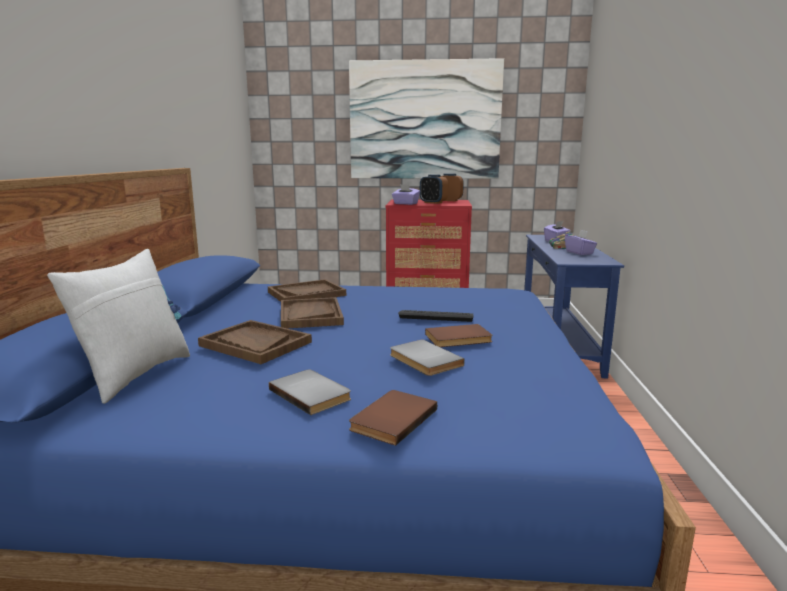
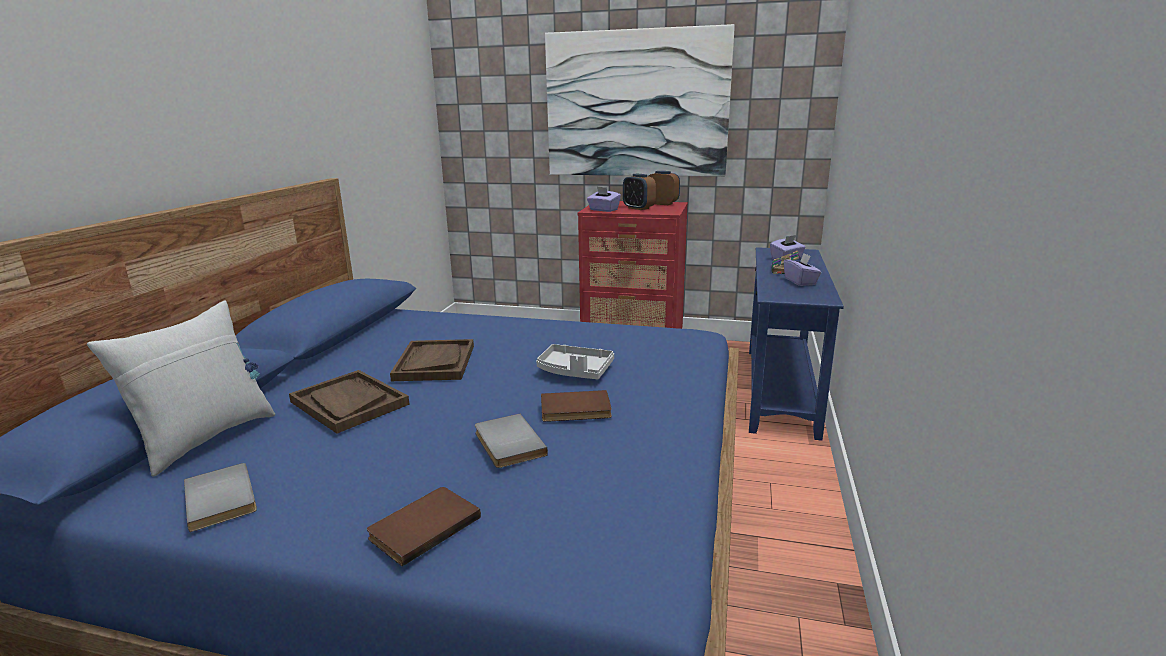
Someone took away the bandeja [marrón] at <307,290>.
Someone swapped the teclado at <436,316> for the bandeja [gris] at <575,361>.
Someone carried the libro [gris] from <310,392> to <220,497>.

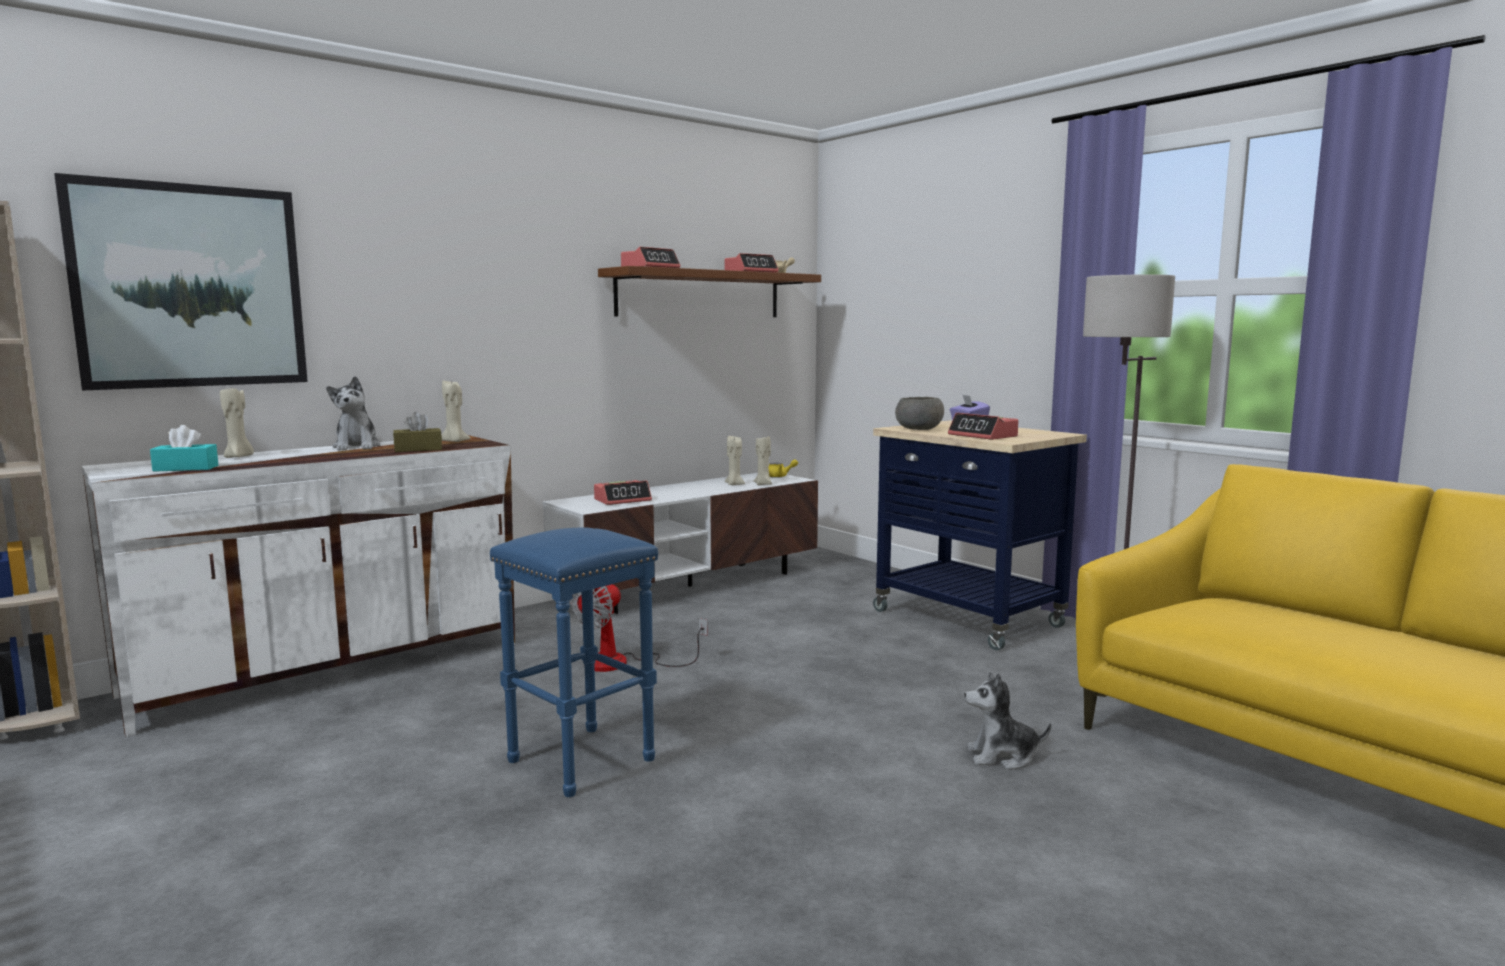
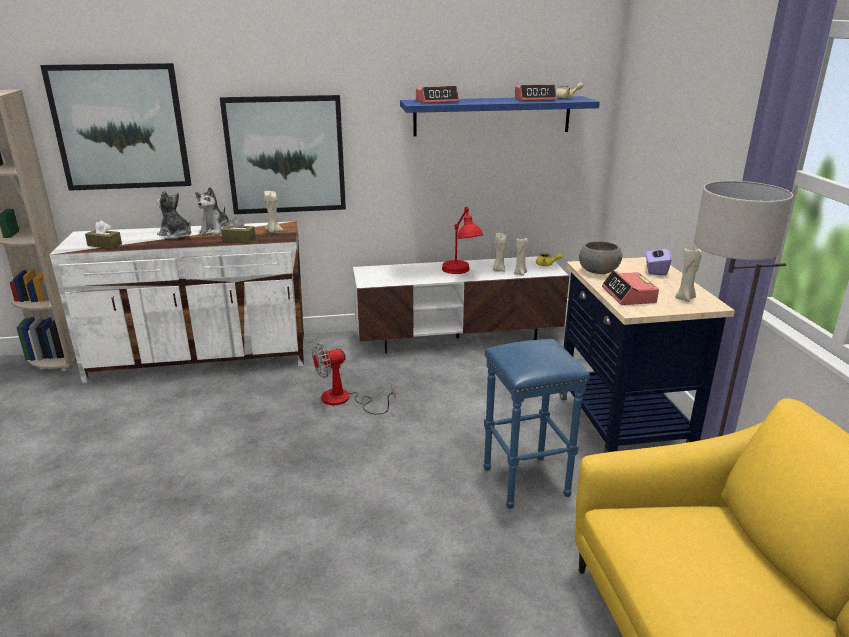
Someone repainted the estante [marrón] at <709,291>, which became the estante [azul] at <500,116>.
Someone carried the vela [beis] from <237,422> to <688,275>.
Someone repainted the caja de pañuelos [turquesa] at <184,448>, which became the caja de pañuelos [marrón] at <103,234>.
Someone took away the despertador at <623,492>.
Someone carried the taburete [azul] from <574,662> to <537,424>.
Someone carried the peluche from <1007,721> to <174,214>.
Someone put up the cuadro at <283,154>.
Someone put down the lámpara de mesa [rojo] at <462,240>.

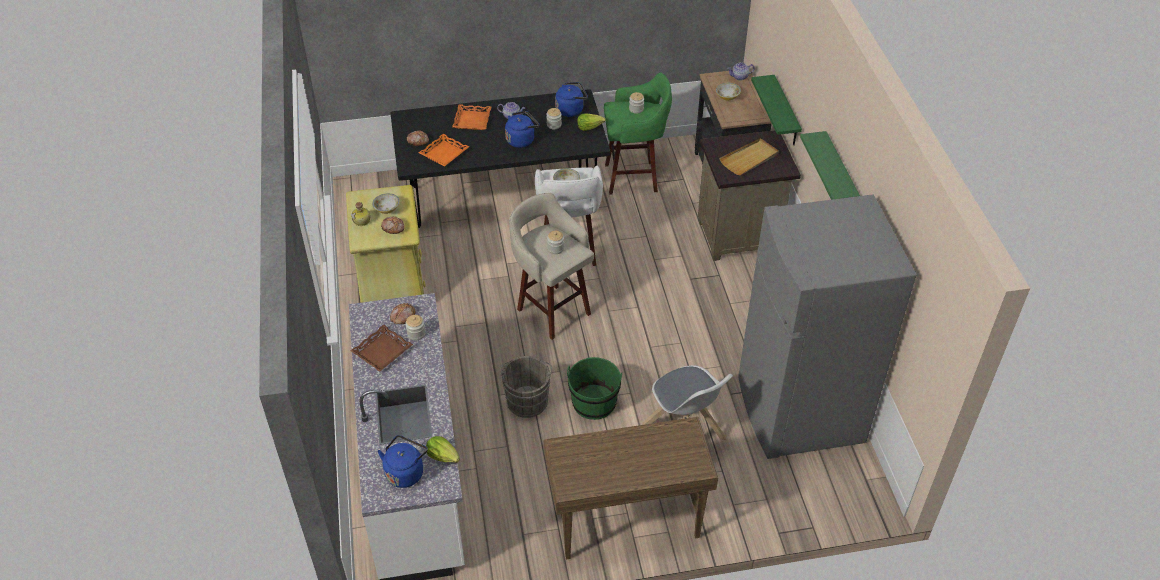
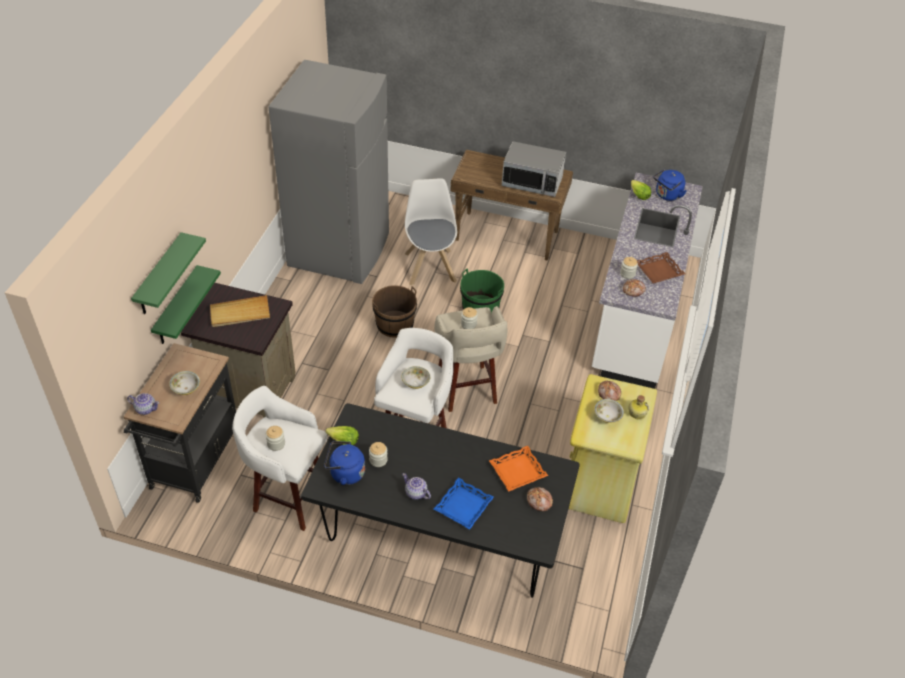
Someone repainted the taburete [verde] at <638,133>, which became the taburete [blanco] at <279,458>.
Someone repainted the bandeja [naranja] at <472,117>, which became the bandeja [azul] at <464,503>.
Someone took away the hervidor [azul] at <522,129>.
Someone carried the estante [verde] from <830,165> to <168,273>.
Someone took away the cubo [gris] at <526,387>.
Someone put down the microondas at <534,169>.
Someone put down the cubo [marrón] at <394,311>.

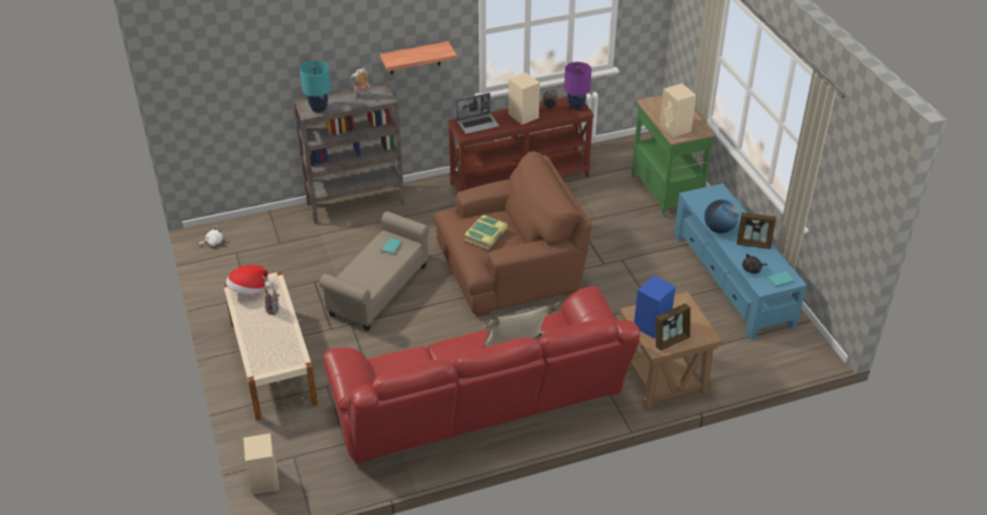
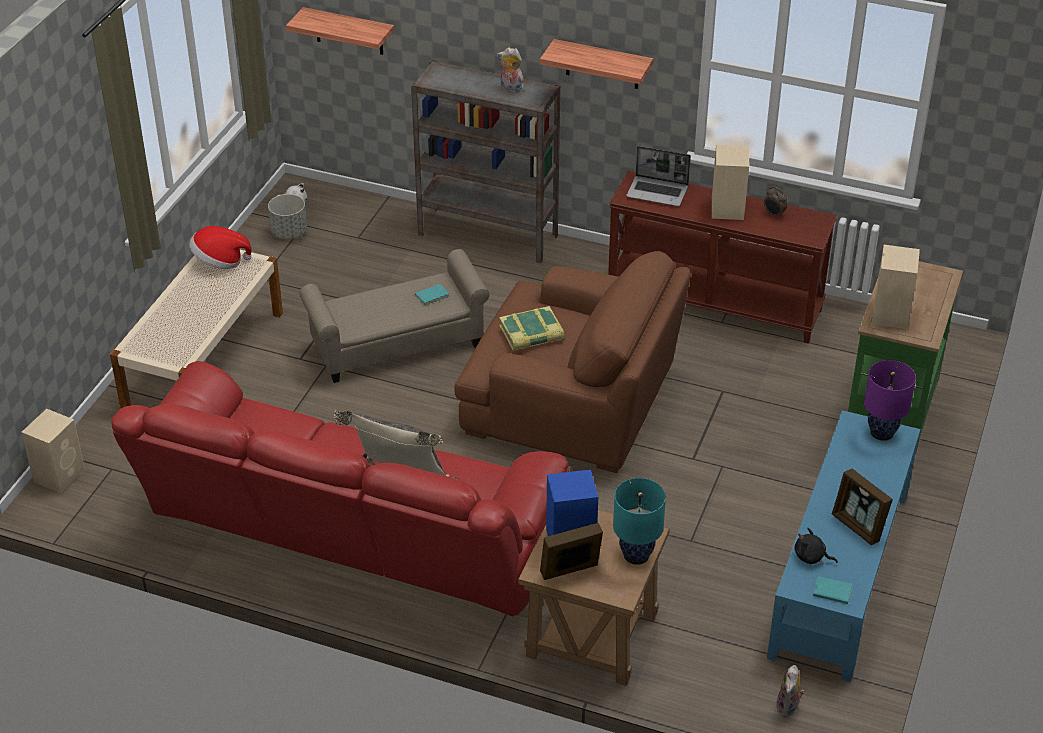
Someone carried the lámpara de mesa [turquesa] from <315,86> to <639,521>.
Someone carried the lámpara de mesa [morado] from <578,86> to <890,400>.
Someone took away the globo terráqueo at <721,216>.
Someone carried the peluche from <272,298> to <790,691>.
Someone rotated the portarretratos at <673,327> by 150 degrees clockwise.
Someone put up the estante at <340,31>.
Someone put down the maceta [gris] at <287,216>.

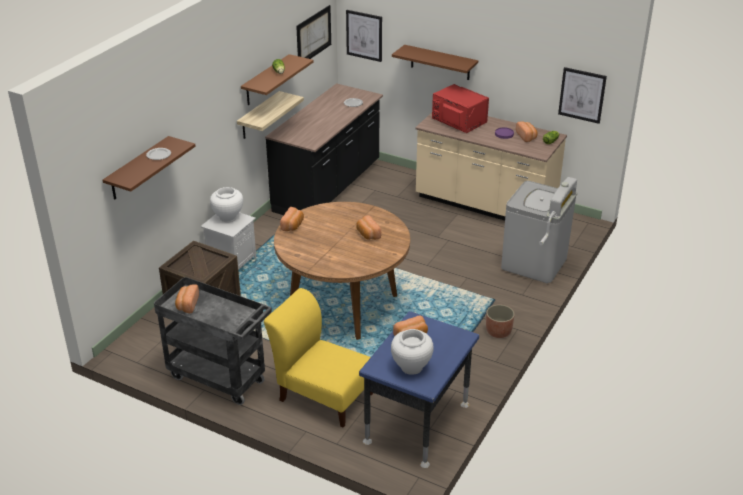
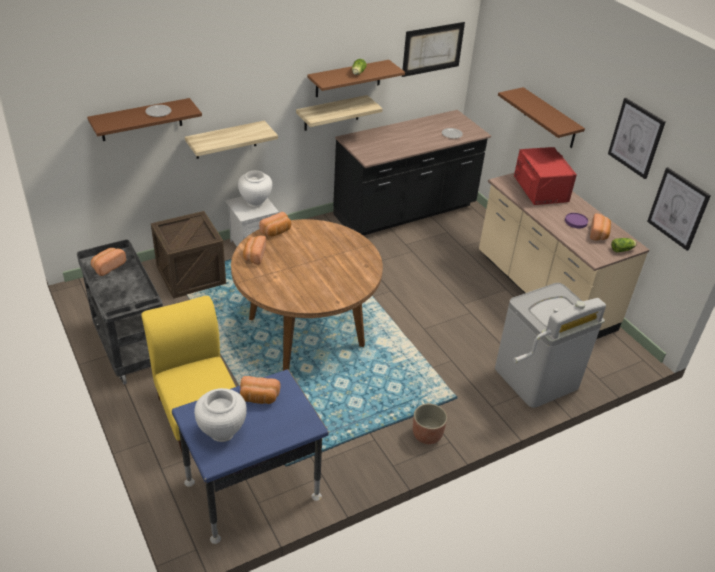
Someone carried the cuadro from <364,36> to <637,138>.
Someone carried the pan from <368,227> to <254,250>.
Someone put up the estante at <231,140>.

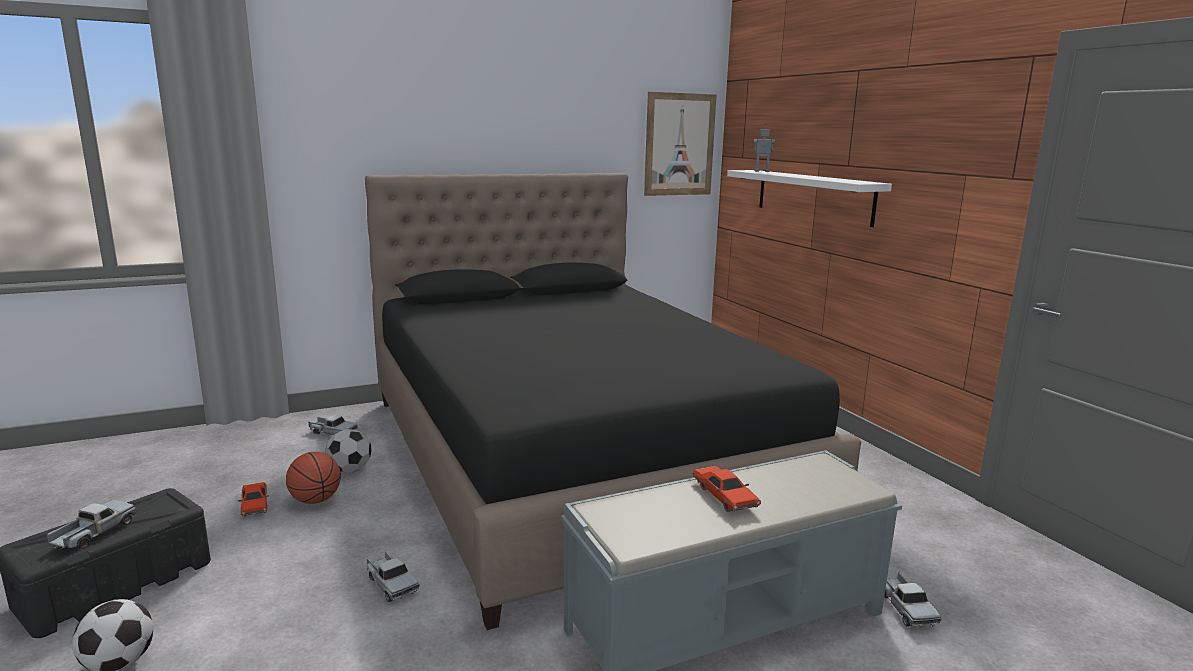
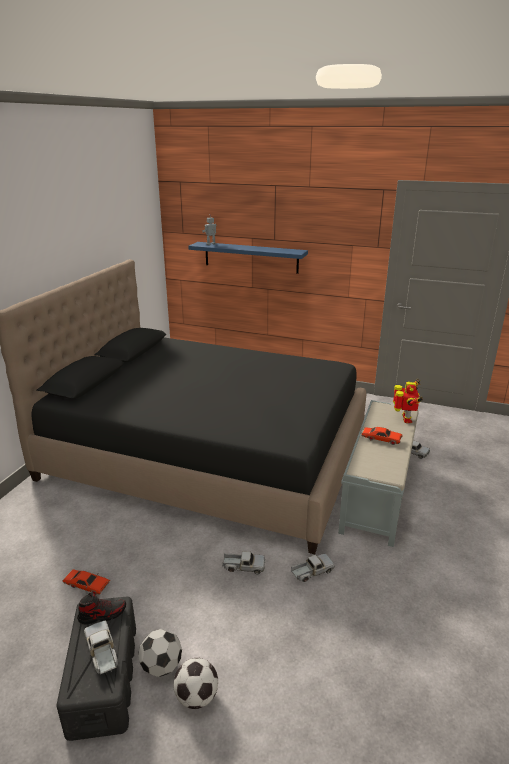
Someone took away the cuadro at <680,144>.
Someone repainted the estante [blanco] at <809,198>, which became the estante [azul] at <248,258>.
Someone carried the camión de juguete from <333,425> to <312,567>.
Someone carried the balón de fútbol from <349,450> to <160,653>.
Someone took away the balón de baloncesto at <313,478>.
Someone put down the robot de juguete at <408,401>.
Someone put down the zapato at <101,608>.

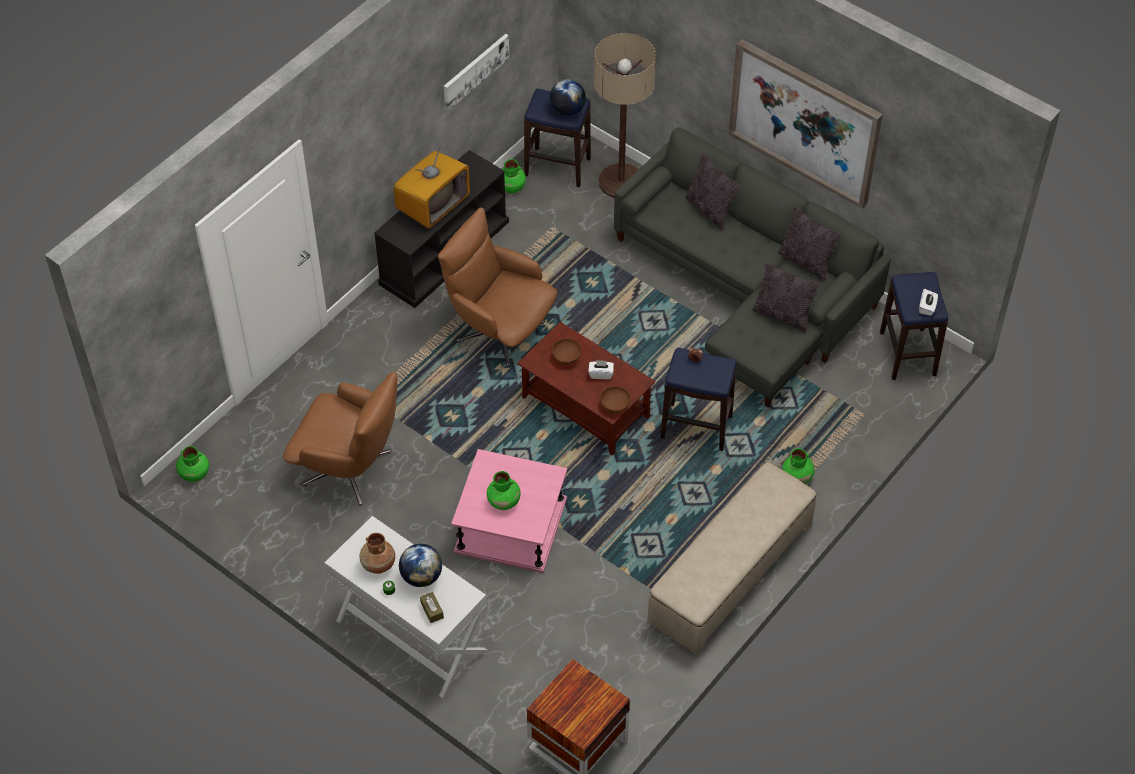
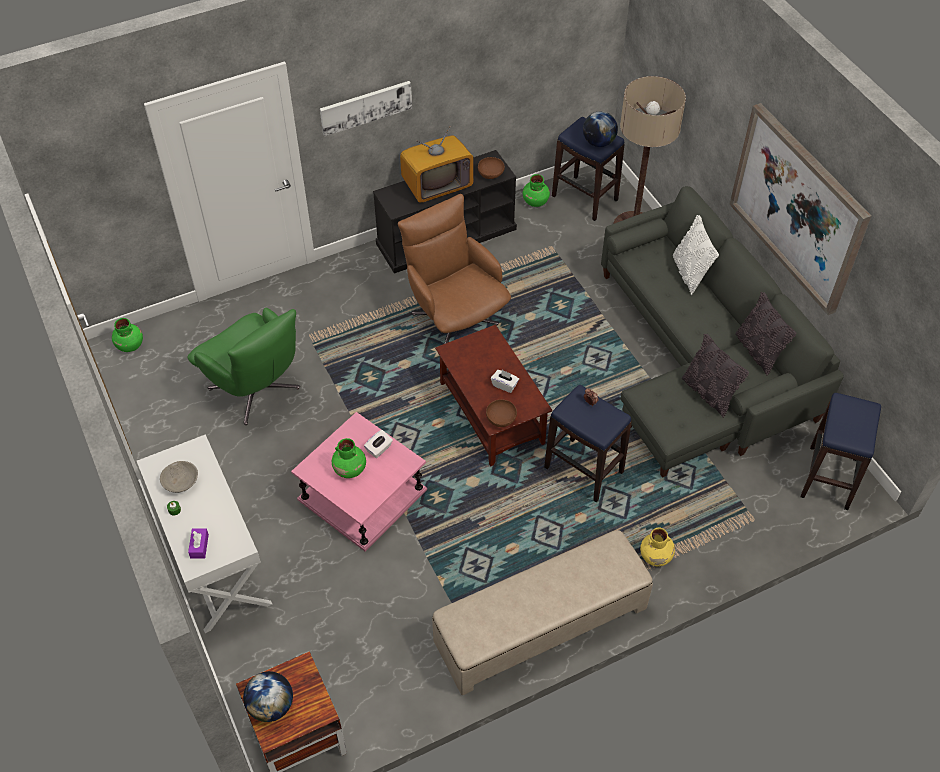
Someone carried the cuadro from <477,72> to <366,109>.
Someone repainted the cojín [negro] at <712,192>, which became the cojín [blanco] at <696,255>.
Someone carried the caja de pañuelos [blanco] from <928,302> to <378,444>.
Someone carried the cuenco [marrón] from <567,352> to <491,168>.
Someone repainted the sillón [marrón] at <340,438>, which became the sillón [verde] at <243,366>.
Someone repainted the florero [verde] at <798,466>, which became the florero [amarillo] at <657,547>.
Someone swapped the florero [marrón] at <377,553> for the cuenco [gris] at <179,477>.
Someone carried the globo terráqueo from <420,565> to <268,696>.
Someone repainted the caja de pañuelos [marrón] at <432,607>, which became the caja de pañuelos [morado] at <198,543>.

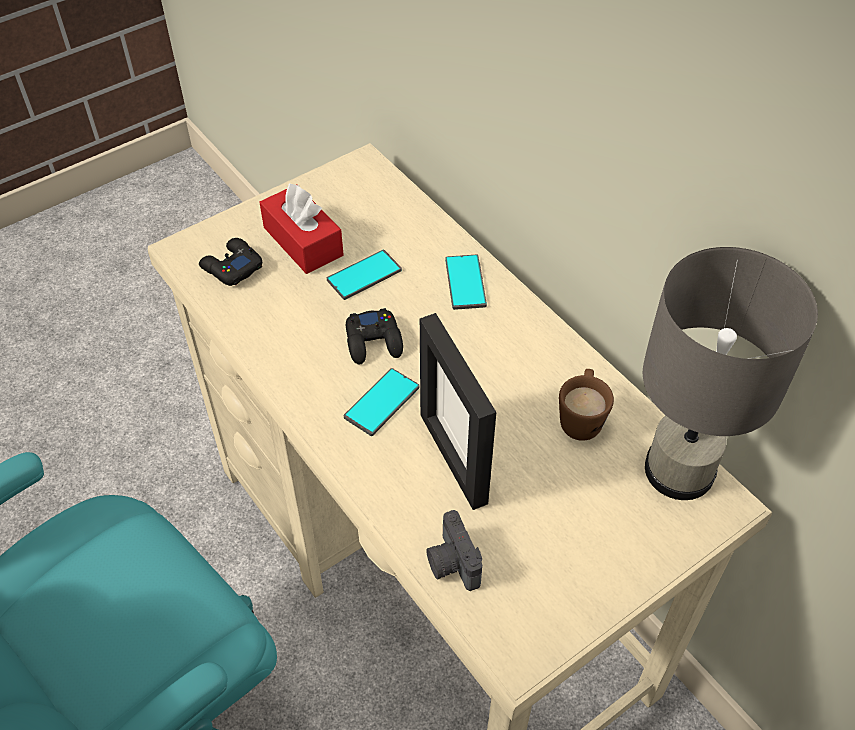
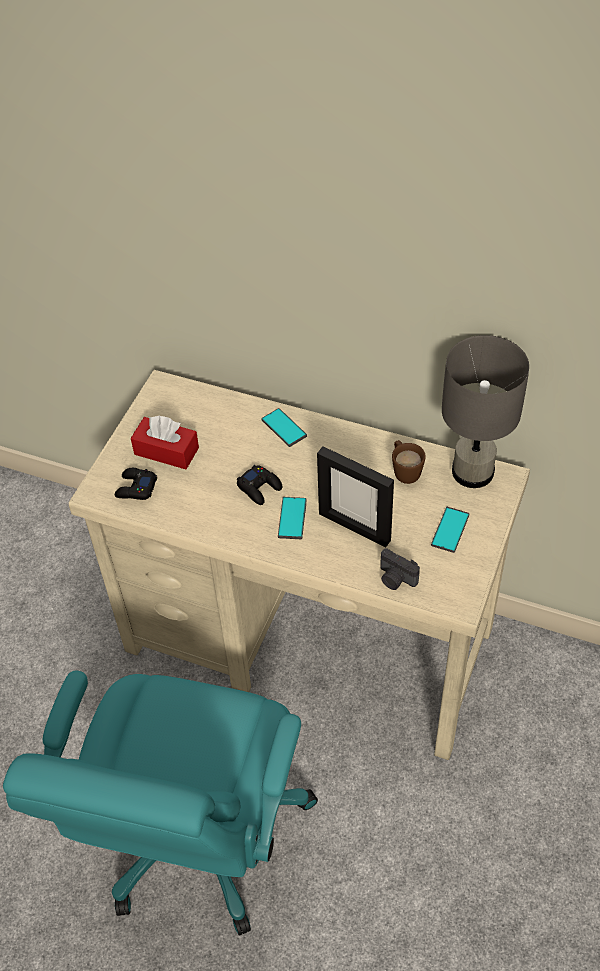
Someone carried the móvil from <364,275> to <450,530>.

